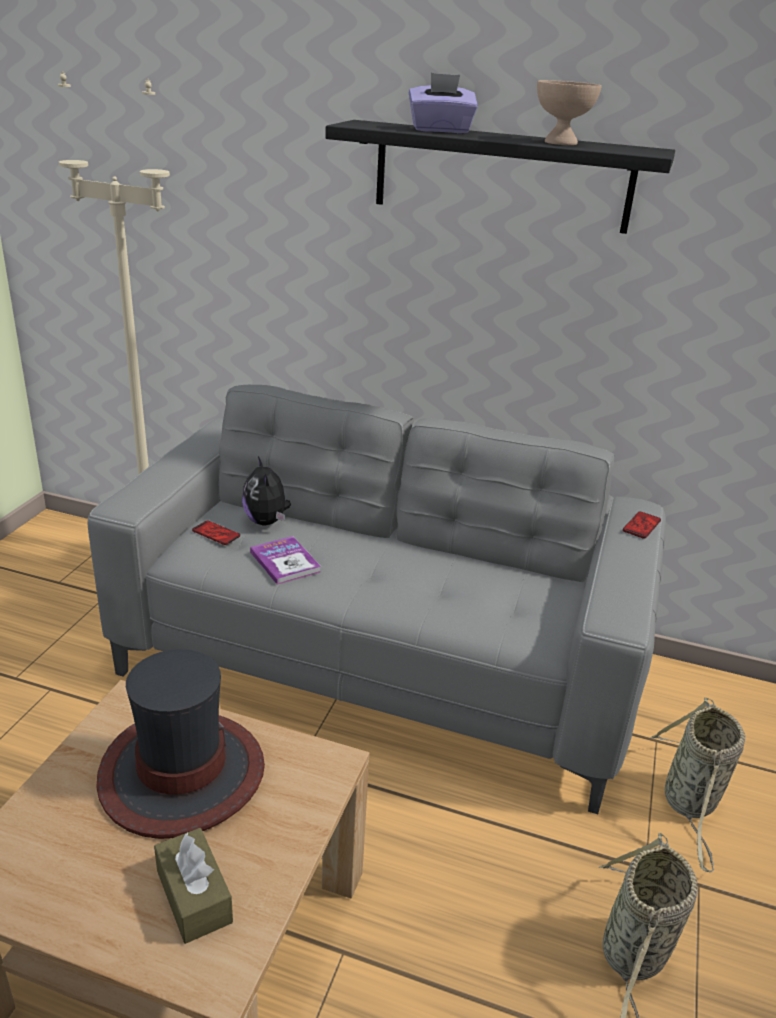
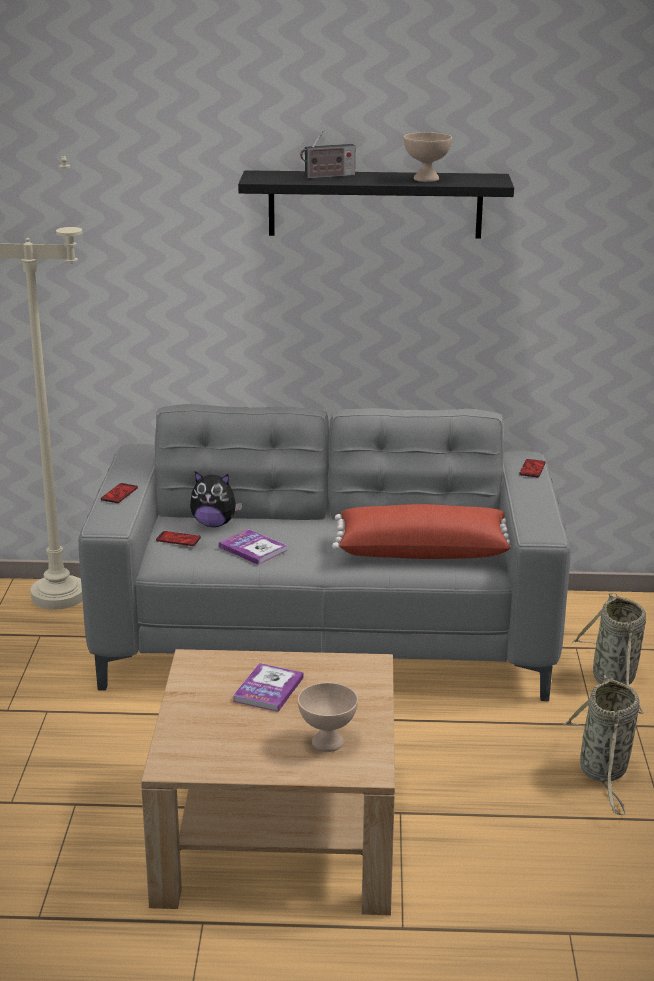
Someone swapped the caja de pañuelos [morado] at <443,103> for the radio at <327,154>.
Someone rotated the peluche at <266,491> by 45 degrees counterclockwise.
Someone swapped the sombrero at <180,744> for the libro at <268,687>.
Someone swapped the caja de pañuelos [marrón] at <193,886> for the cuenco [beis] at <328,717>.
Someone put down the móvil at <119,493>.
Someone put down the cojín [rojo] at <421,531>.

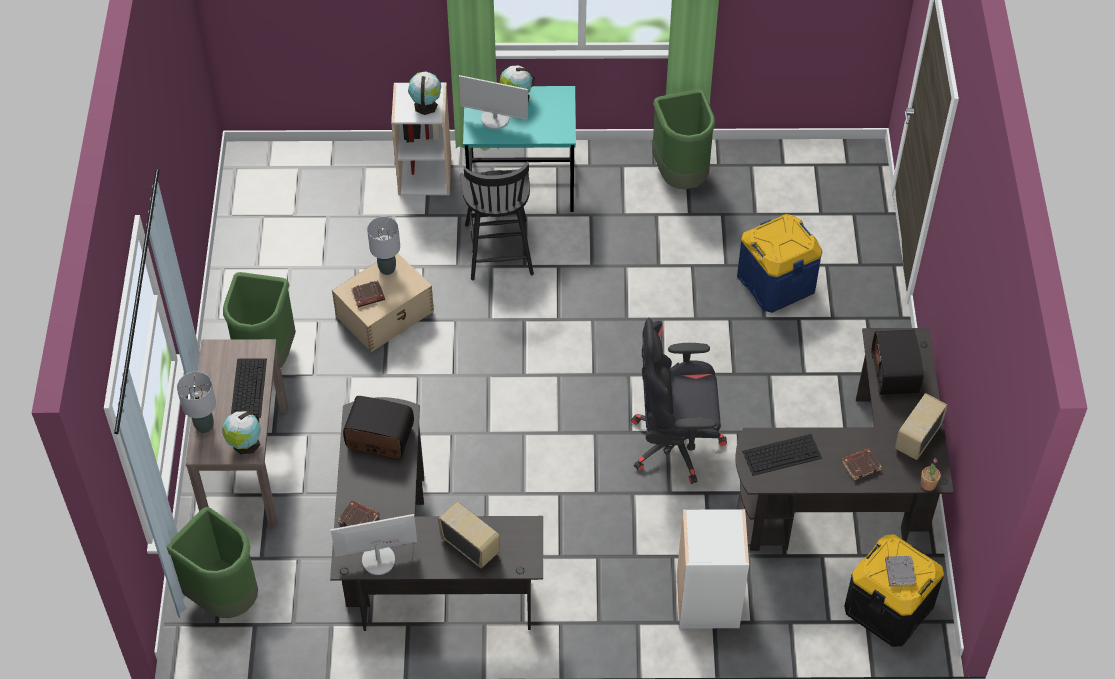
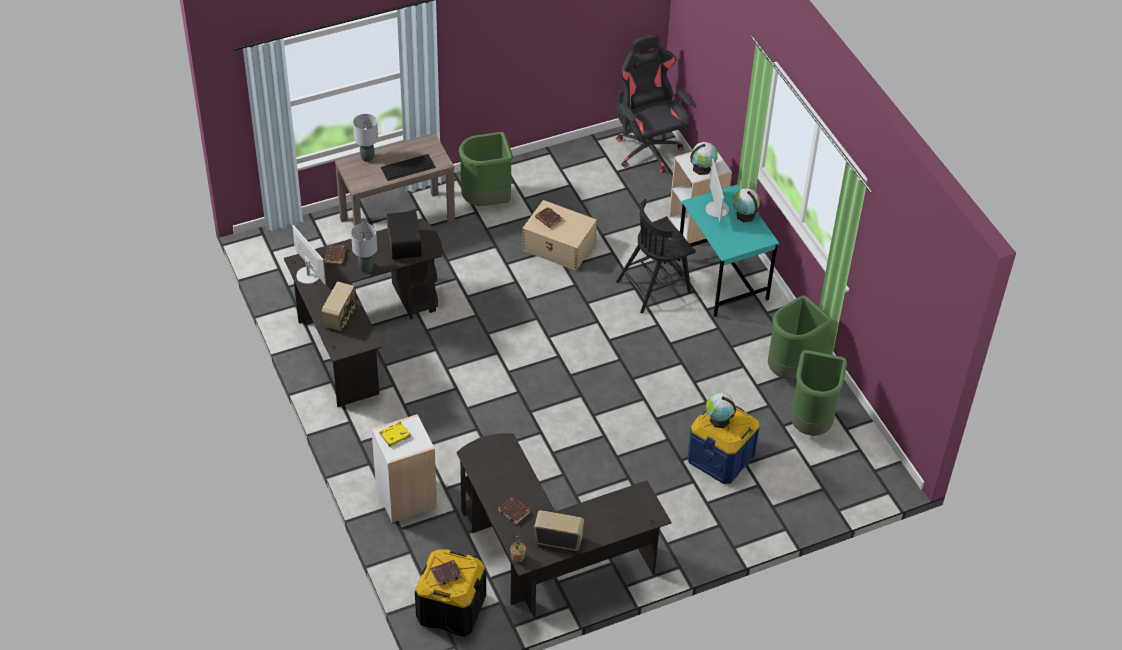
Someone carried the lámpara de mesa [gris] from <383,246> to <364,248>.
Someone carried the silla de oficina [negro] from <679,401> to <653,103>.
Someone took away the radio at <897,362>.
Someone carried the globo terráqueo from <241,433> to <721,410>.
Someone took away the teclado at <782,455>.
Someone carried the papelera [verde] from <212,562> to <819,393>.
Someone repainted the libro [gris] at <900,571>, which became the libro [marrón] at <446,573>.
Someone put down the libro [amarillo] at <395,434>.

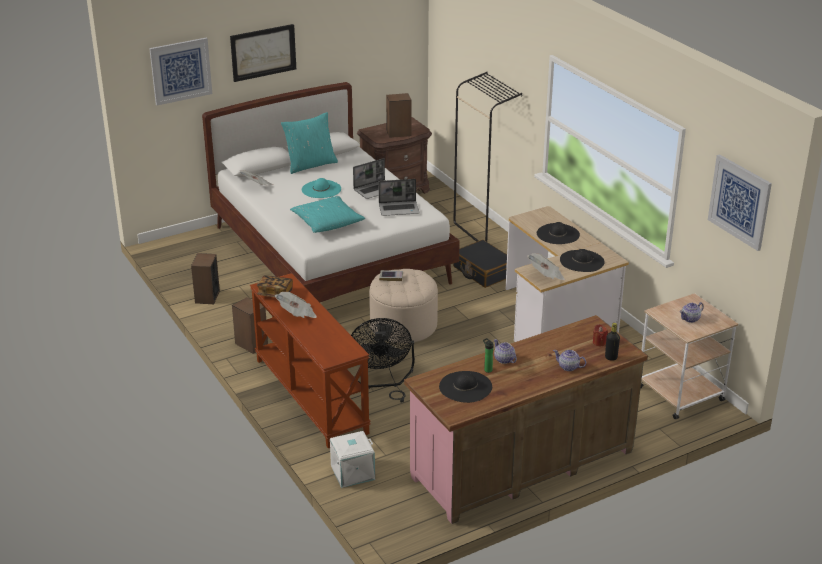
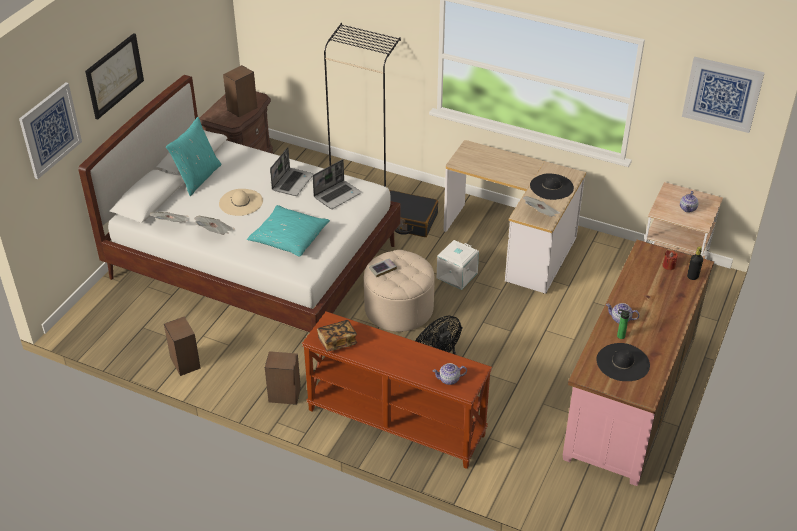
Someone repainted the sombrero [turquesa] at <321,188>, which became the sombrero [beis] at <241,202>.
Someone took away the sombrero [negro] at <558,233>.
Someone carried the periódico from <296,305> to <214,225>.
Someone carried the tetera from <569,360> to <449,374>.
Someone carried the caja de almacenaje [blanco] from <352,459> to <458,265>.

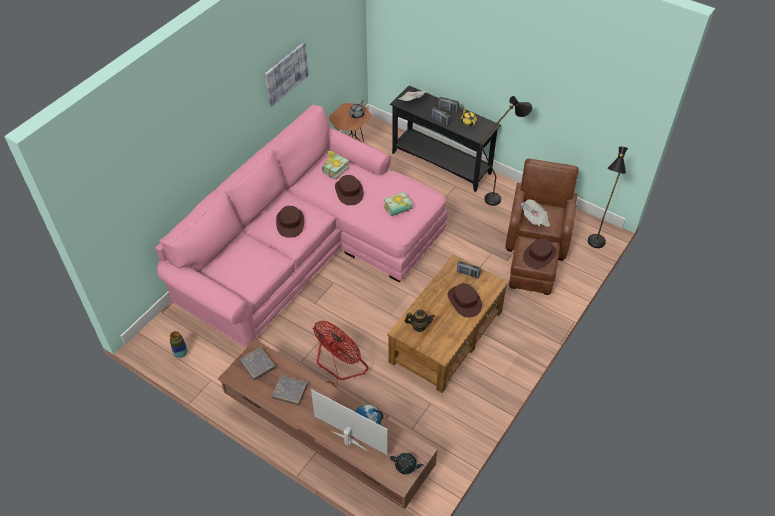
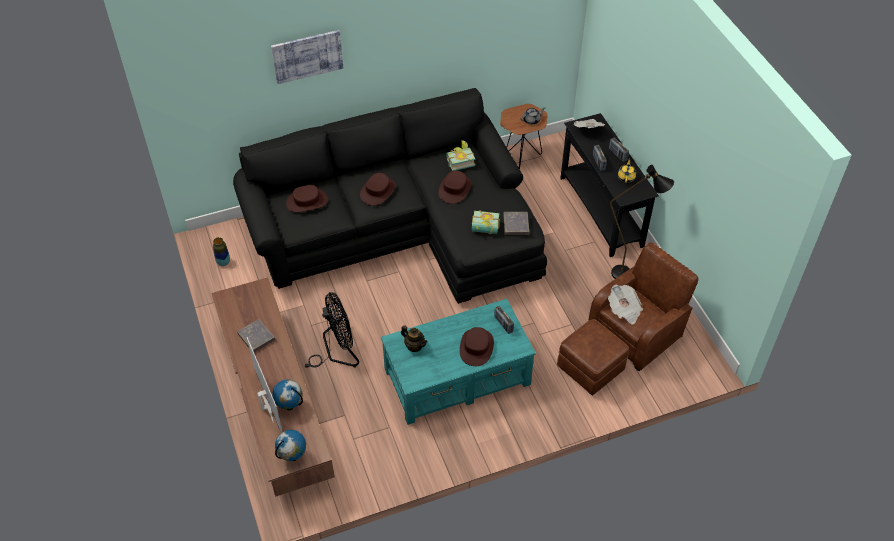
Someone carried the cuadro from <287,74> to <307,57>.
Someone repainted the sofá [rosa] at <302,226>, which became the sofá [negro] at <390,196>.
Someone took away the lámpara de pie [negro] at <608,197>.
Someone carried the sombrero [marrón] from <540,253> to <307,198>.
Someone repainted the mesa de centro [marrón] at <447,323>, which became the mesa de centro [turquesa] at <458,362>.
Someone repainted the ventilador [rojo] at <340,354>, which became the ventilador [negro] at <332,330>.
Someone carried the libro [gris] from <257,363> to <516,223>.
Someone swapped the tetera [negro] at <407,463> for the globo terráqueo at <290,445>.

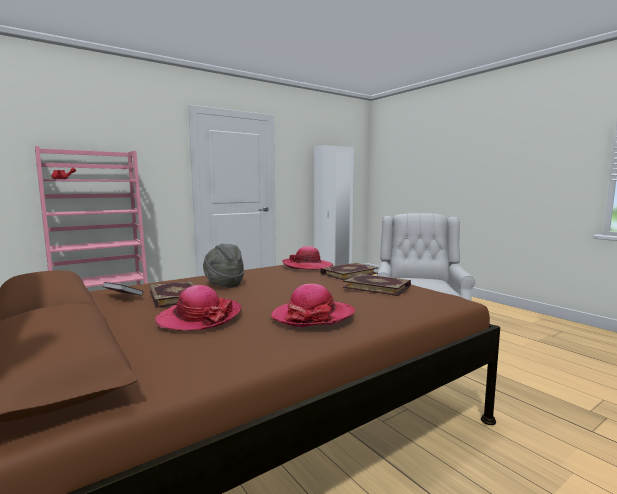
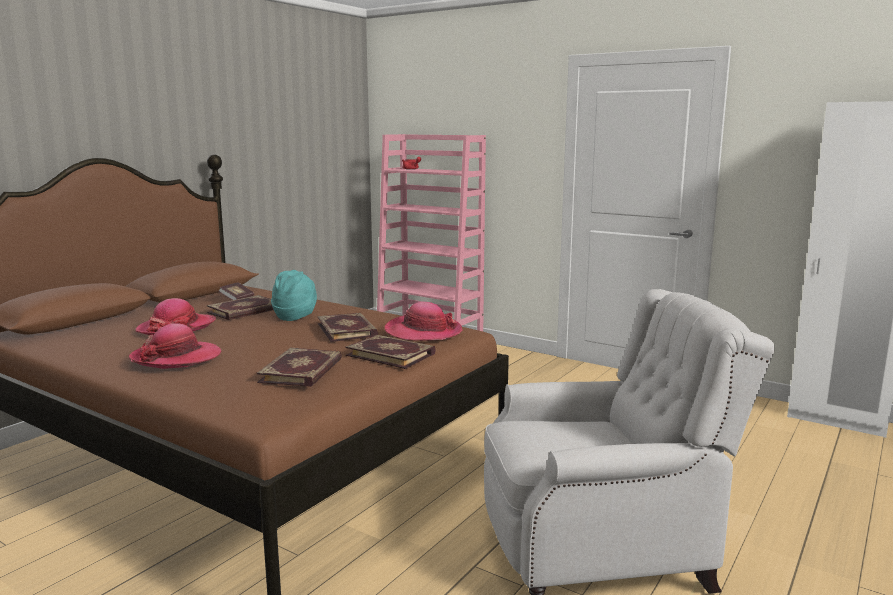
Someone repainted the sombrero [gris] at <223,266>, which became the sombrero [turquesa] at <294,295>.
Someone put down the libro at <347,327>.

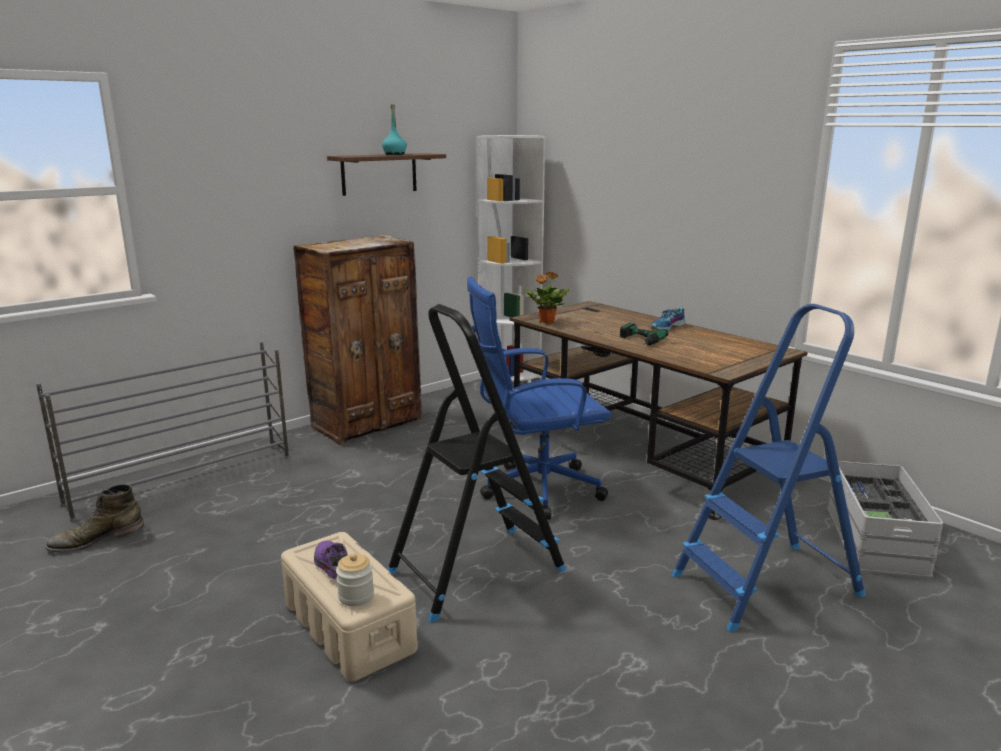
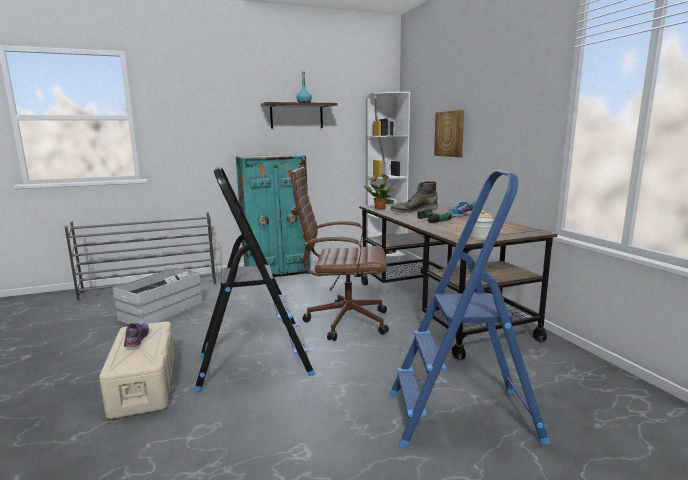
Someone repainted the armario [marrón] at <358,340>, which became the armario [turquesa] at <273,215>.
Someone repainted the silla de oficina [azul] at <539,398>, which became the silla de oficina [marrón] at <339,254>.
Someone carried the caja de almacenaje [gris] from <885,519> to <158,296>.
Someone carried the bota [verde] from <94,518> to <414,197>.
Someone carried the tarro from <355,579> to <482,225>.
Someone put up the cuadro at <449,133>.

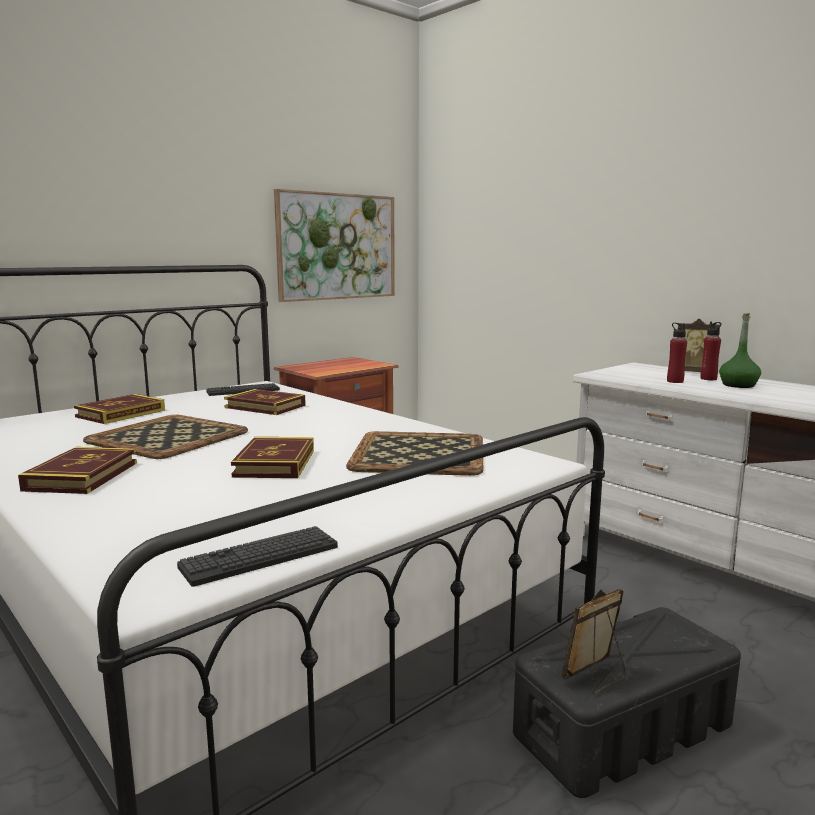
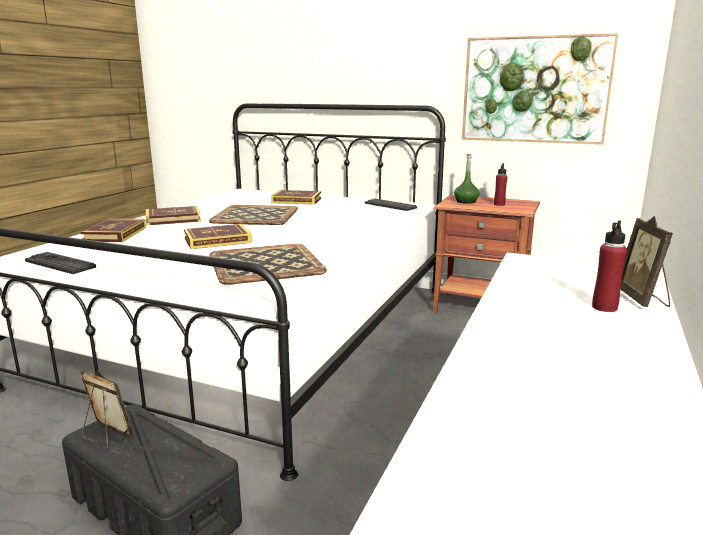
Someone carried the botella [verde] from <740,350> to <467,179>.
Someone carried the botella [rojo] from <677,353> to <500,184>.
Someone carried the libro from <265,402> to <113,230>.

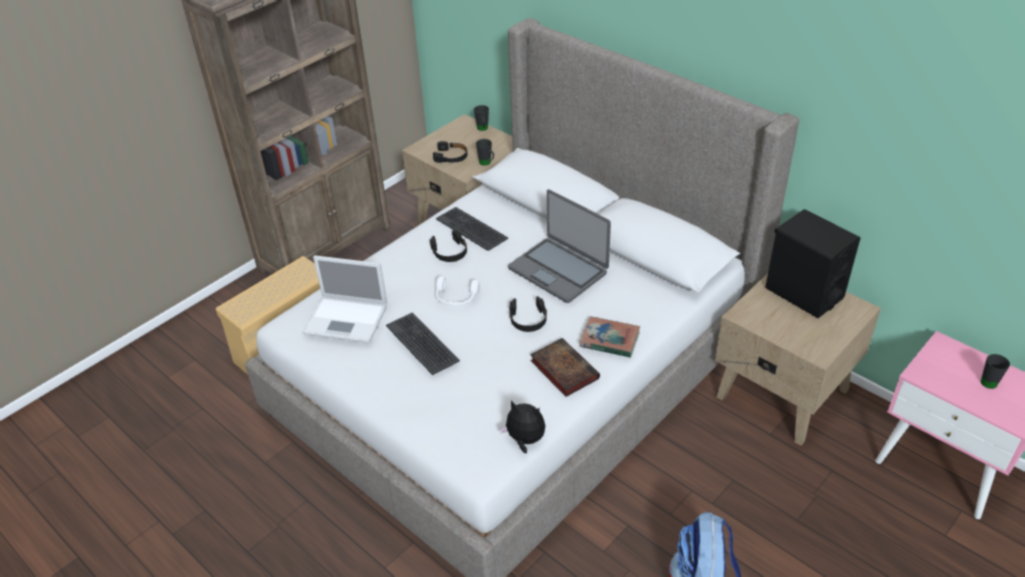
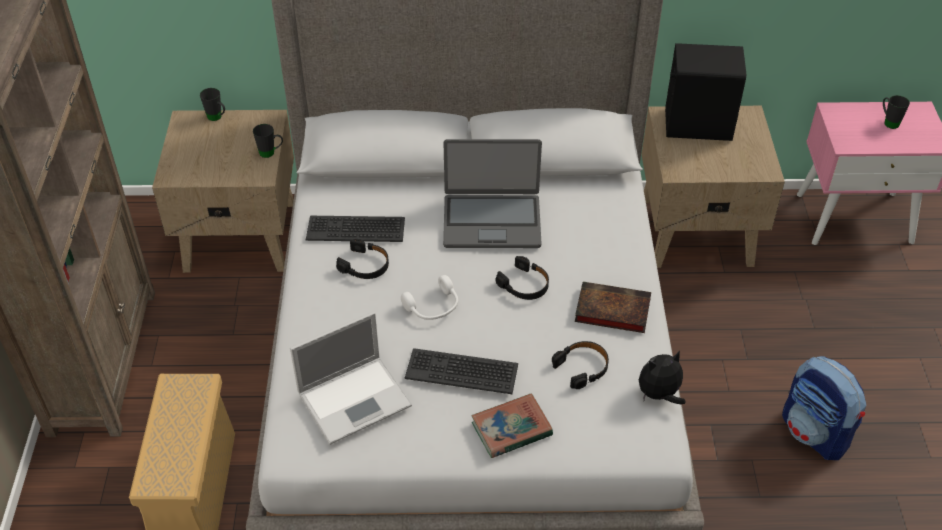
Someone carried the auriculares [negro] from <450,152> to <580,365>.
Someone carried the libro from <609,337> to <512,425>.

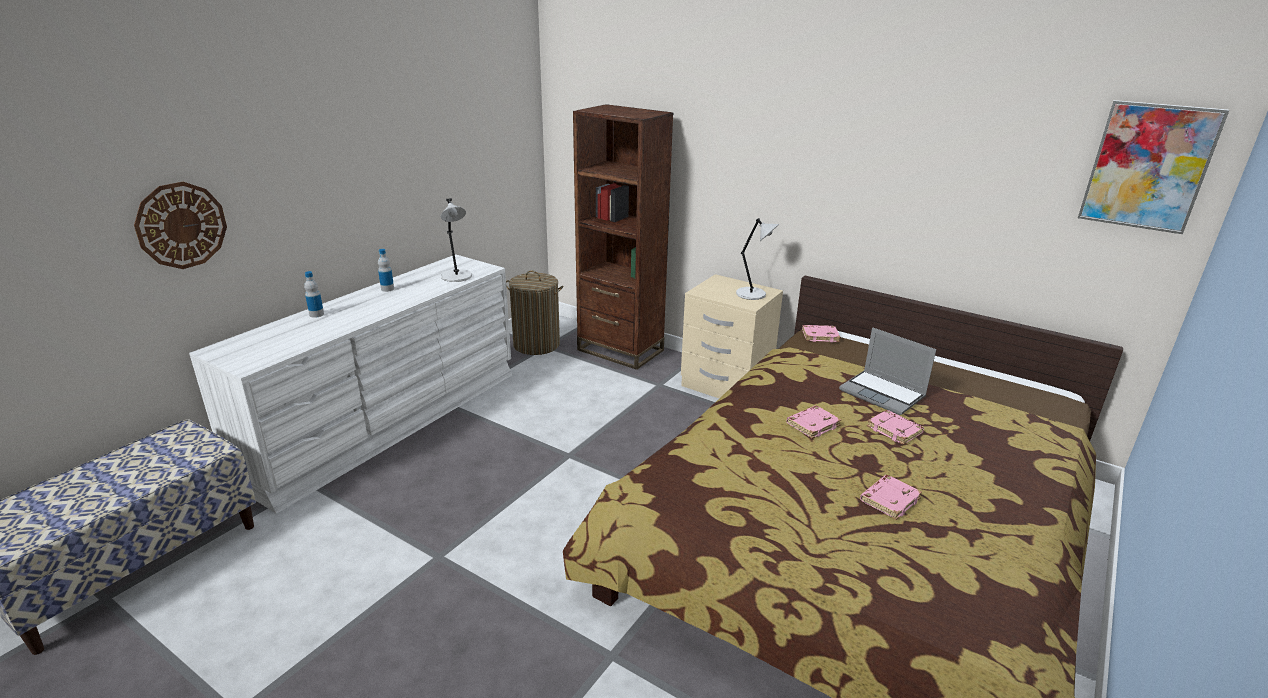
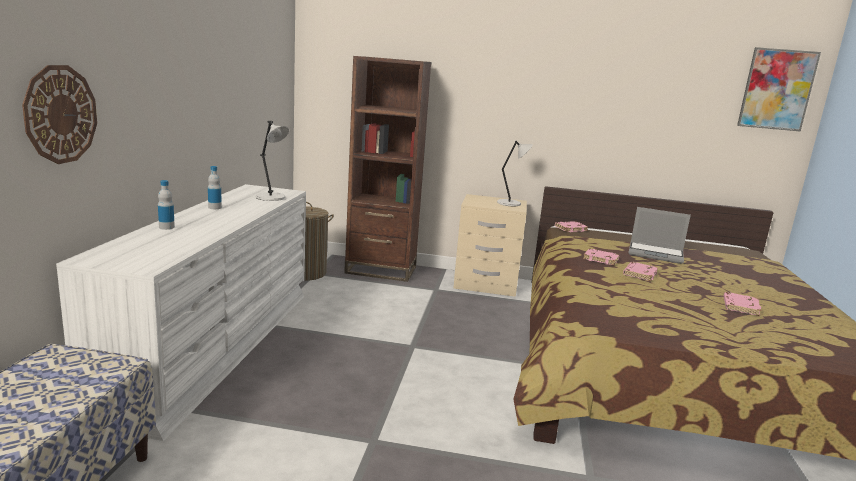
Someone carried the libro [rosa] from <895,427> to <601,256>.

